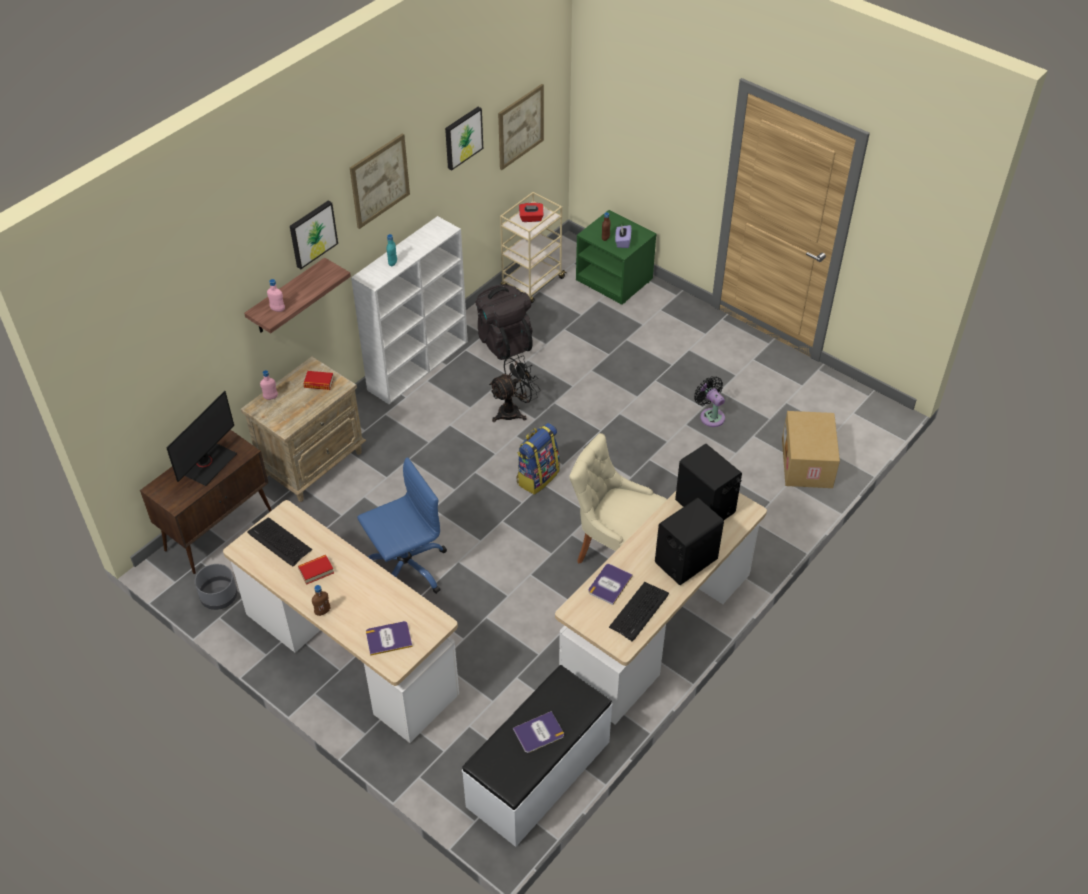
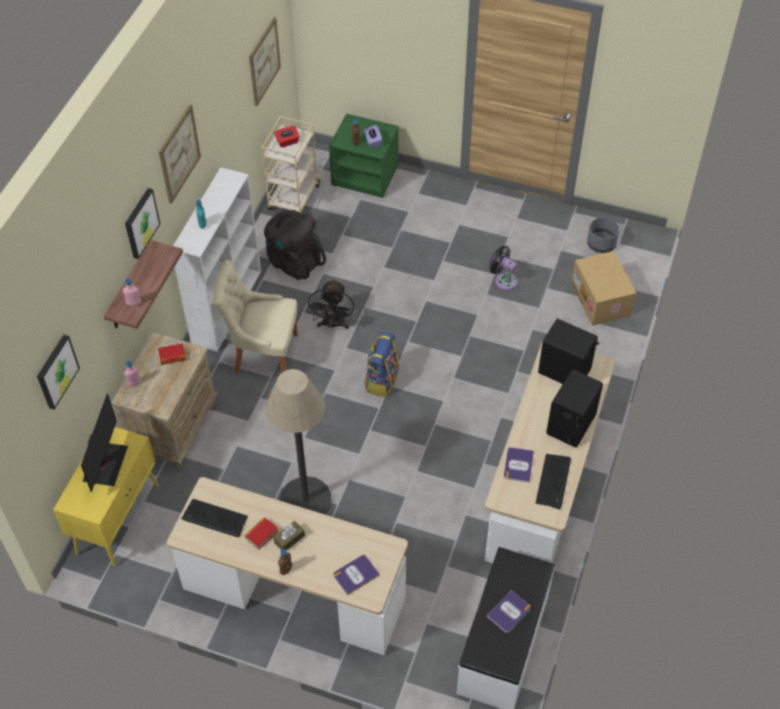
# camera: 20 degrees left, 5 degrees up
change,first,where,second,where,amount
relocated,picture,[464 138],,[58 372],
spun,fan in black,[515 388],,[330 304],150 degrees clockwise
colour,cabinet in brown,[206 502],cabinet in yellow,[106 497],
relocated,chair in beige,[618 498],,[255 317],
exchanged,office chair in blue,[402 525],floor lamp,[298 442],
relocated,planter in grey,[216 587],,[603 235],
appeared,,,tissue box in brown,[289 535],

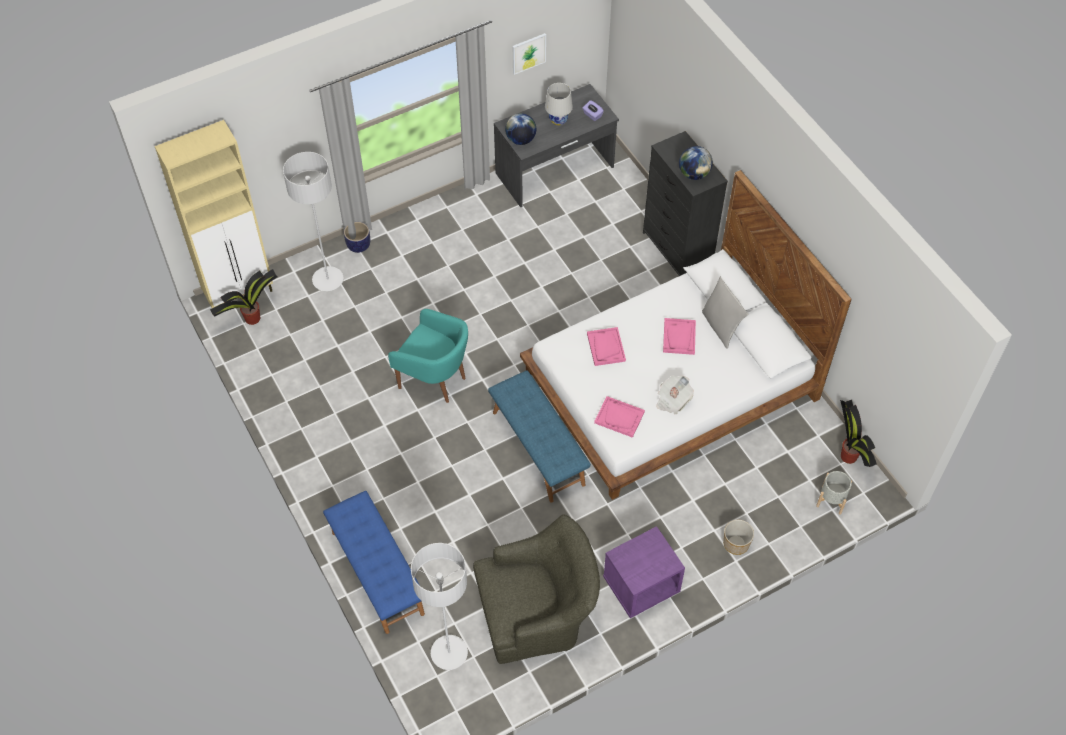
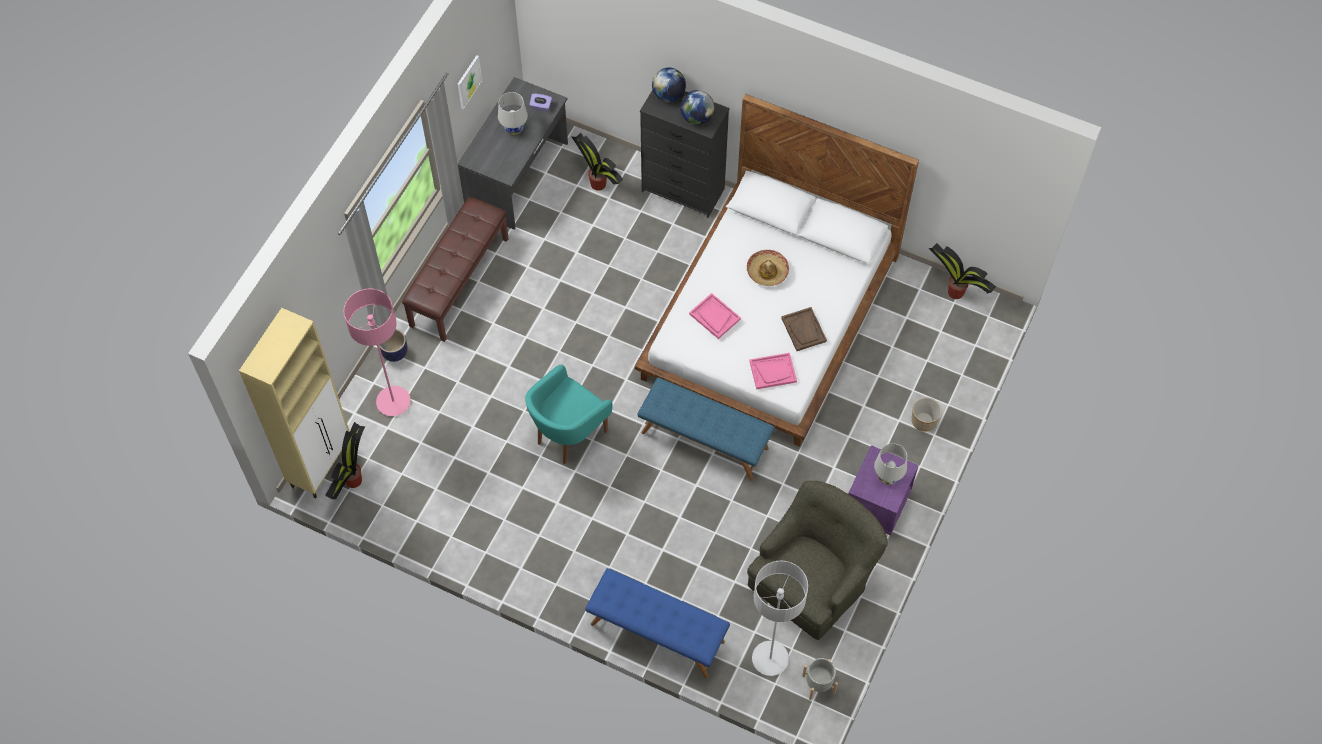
# camera: 35 degrees left, 5 degrees up
change,first,where,second,where,amount
relocated,globe,[520 129],,[669 85],
colour,floor lamp in grey,[313 221],floor lamp in pink,[377 352],
missing,pillow in grey,[725 312],,,
spun,armchair in turquoise,[428 356],,[569 414],135 degrees clockwise
exchanged,tray in pink,[679 336],hat,[768 268],
exchanged,newspaper,[675 394],tray in brown,[804 329],
relocated,planter in grey,[834 493],,[820 679],
appeared,,,potted plant,[597 162],
appeared,,,bench in brown,[455 269],
appeared,,,table lamp in white,[890 464],

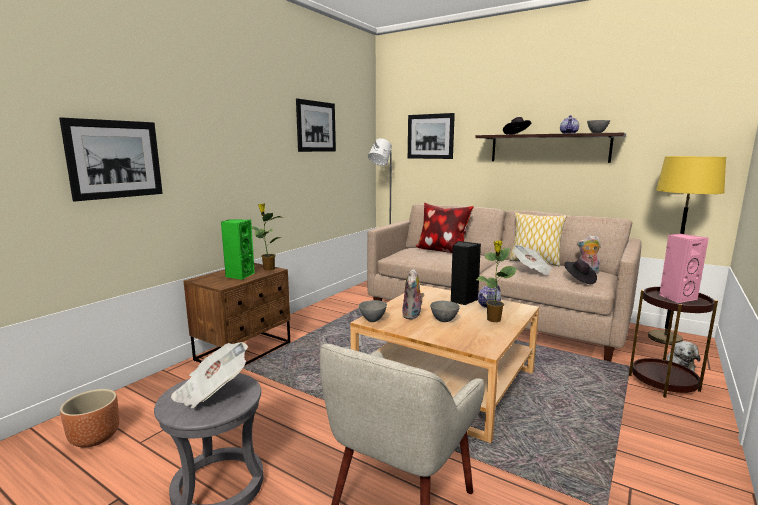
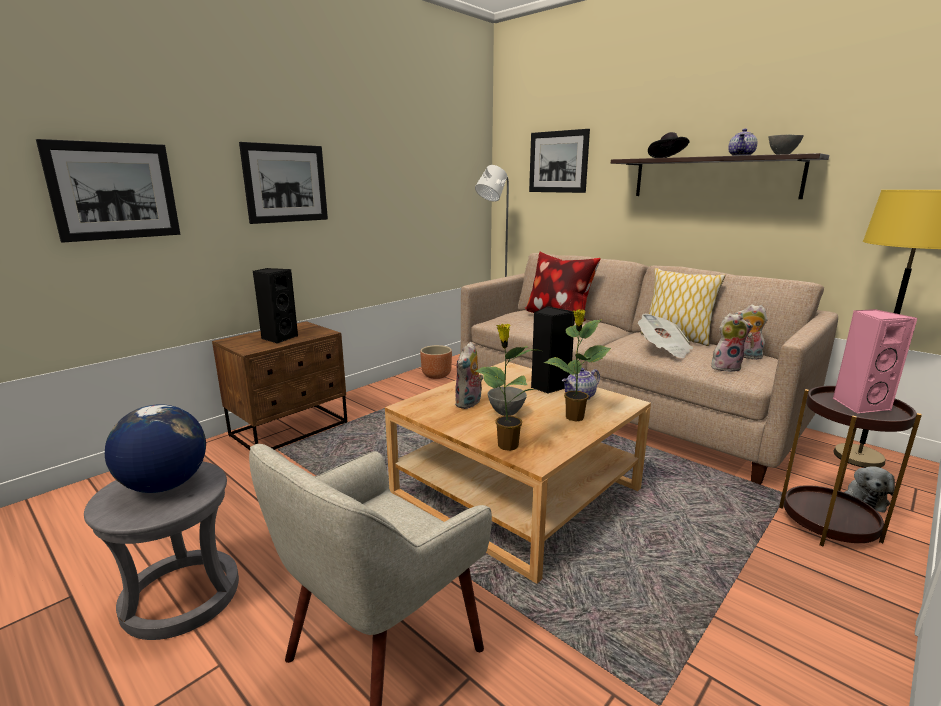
# camera: 10 degrees right, 5 degrees up
change,first,where,second,where,amount
relocated,picture,[316 125],,[283 183],
relocated,potted plant,[267 237],,[508 387],
colour,speaker in green,[238 250],speaker in black,[275 306],
exchanged,hat in black,[581 272],plush toy,[732 342],
missing,bowl in grey,[373 311],,,
exchanged,newspaper,[209 375],globe,[155 448],
relocated,planter in brown,[89 418],,[436 362],

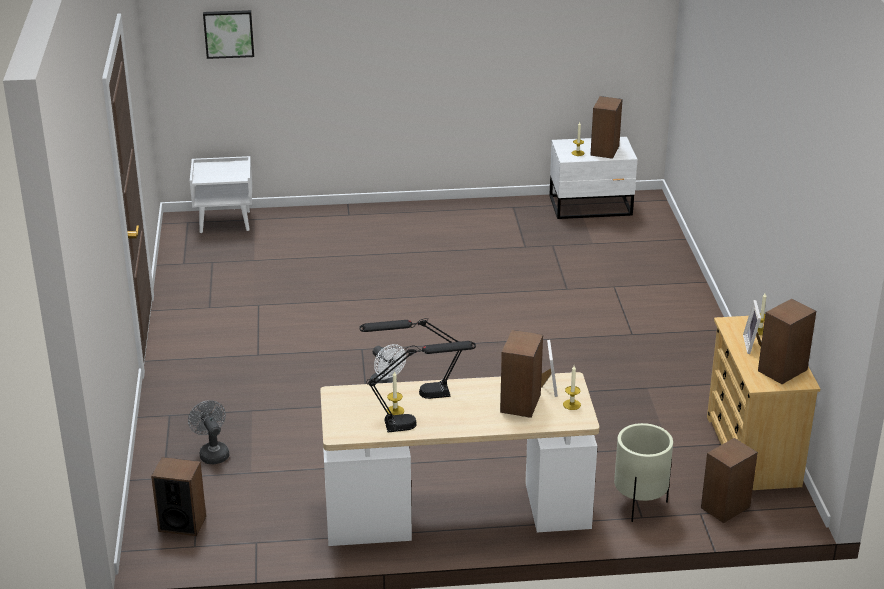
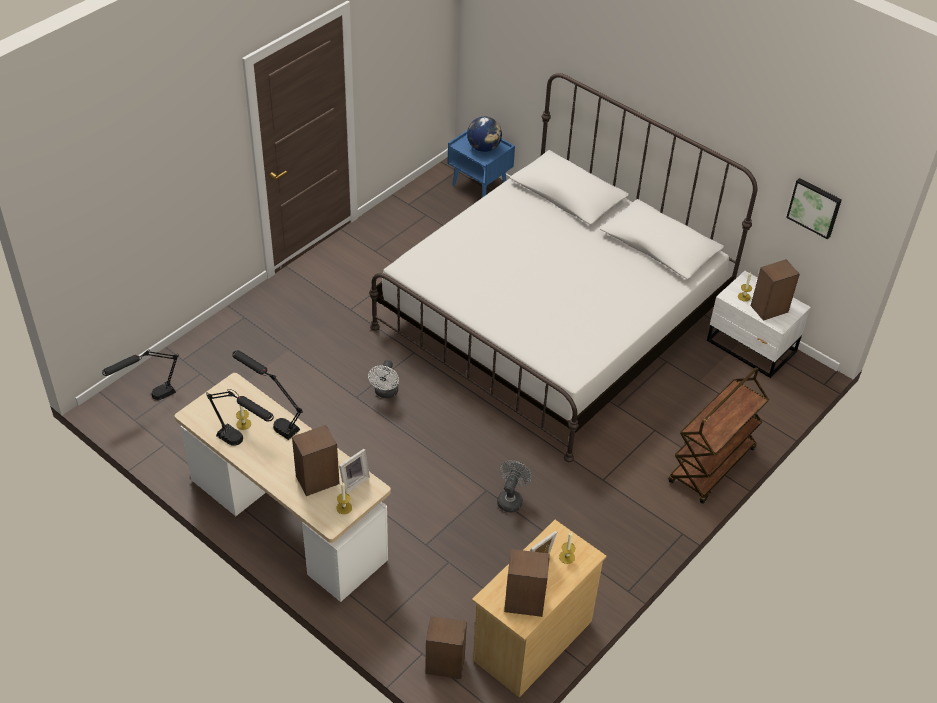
# camera: 45 degrees right, 15 degrees up
change,first,where,second,where,amount
relocated,picture,[228 34],,[814 208],
colour,nightstand in white,[221 194],nightstand in blue,[481 164],
relocated,fan in grey,[208 432],,[514 486],
missing,planter in beige,[643 472],,,
exchanged,speaker,[178 496],table lamp in black,[140 374],
appeared,,,bed in white,[563 267],
appeared,,,globe,[484 134],
appeared,,,cart in brown,[718 435],

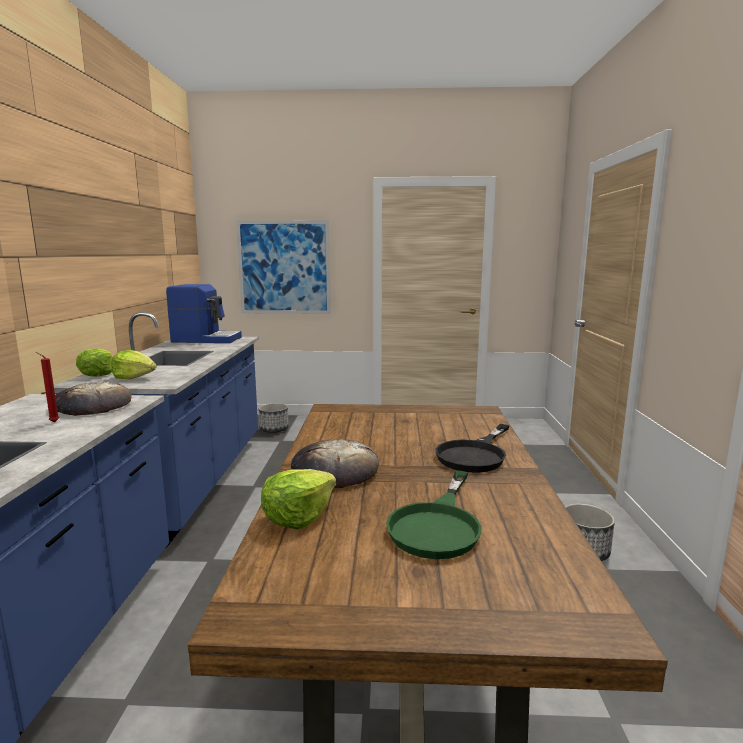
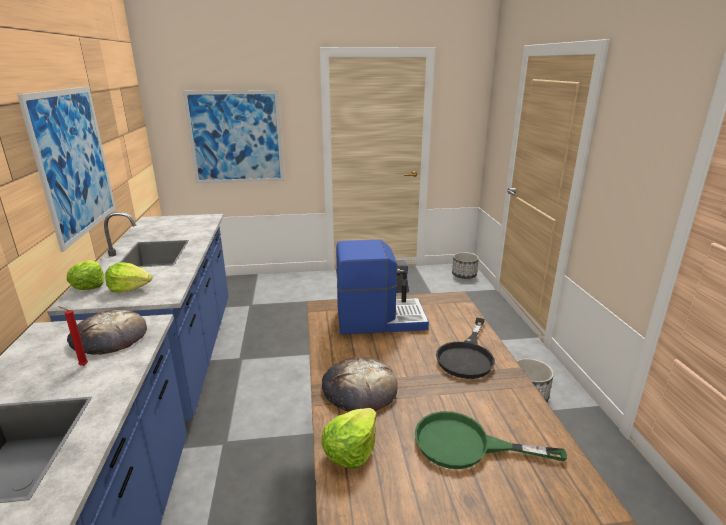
# camera: 10 degrees left, 10 degrees up
change,first,where,second,where,amount
relocated,coffee machine,[204 313],,[382 287],
relocated,planter,[273 418],,[465 265],
spun,frying pan in green,[433 514],,[491 440],90 degrees clockwise
appeared,,,picture,[66 169],

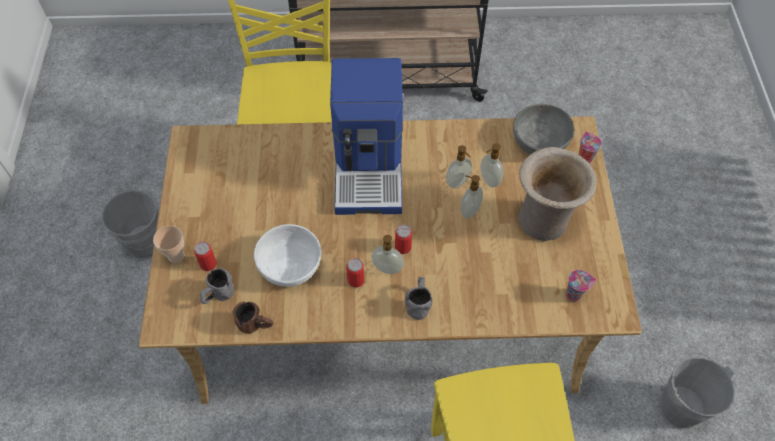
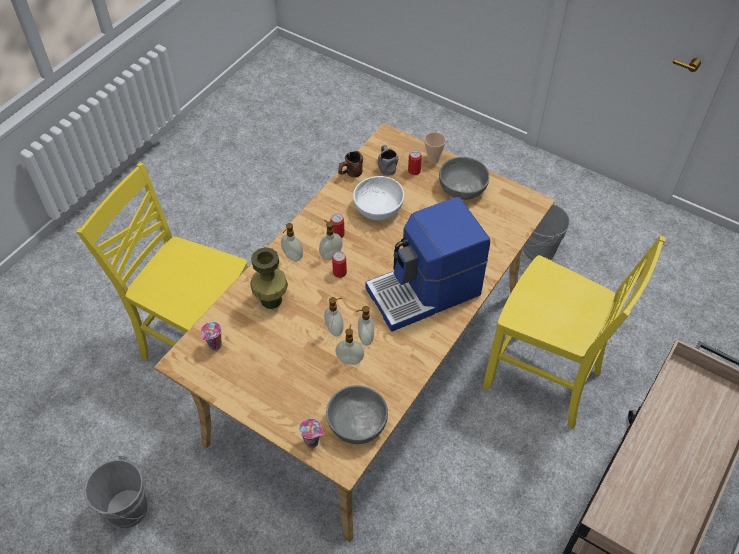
# camera: 125 degrees right, 5 degrees down
change,first,where,second,where,amount
spun,coffee machine,[366 136],,[427 264],60 degrees counterclockwise
missing,vase in beige,[557 194],,,
exchanged,mug in grey,[419 298],soap dispenser,[292 242],
appeared,,,bowl in grey,[464 178],
appeared,,,vase in green,[269 278],

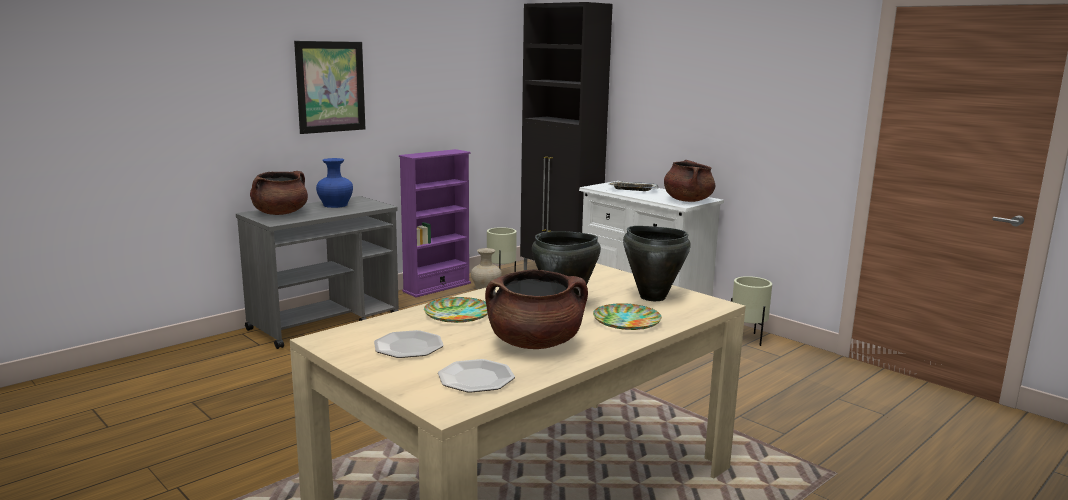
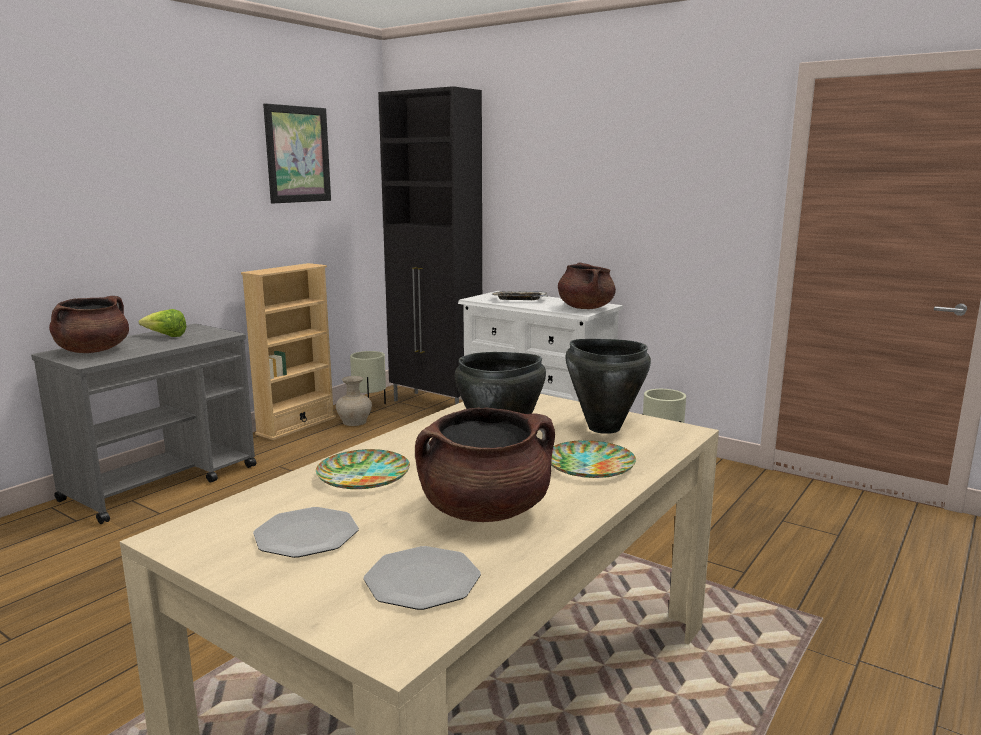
# camera: 10 degrees left, 0 degrees up
change,first,where,second,where,amount
relocated,picture,[329 87],,[297 153],
colour,bookcase in purple,[435 223],bookcase in beige,[288 351],
exchanged,vase in blue,[334 183],lettuce,[163 323],

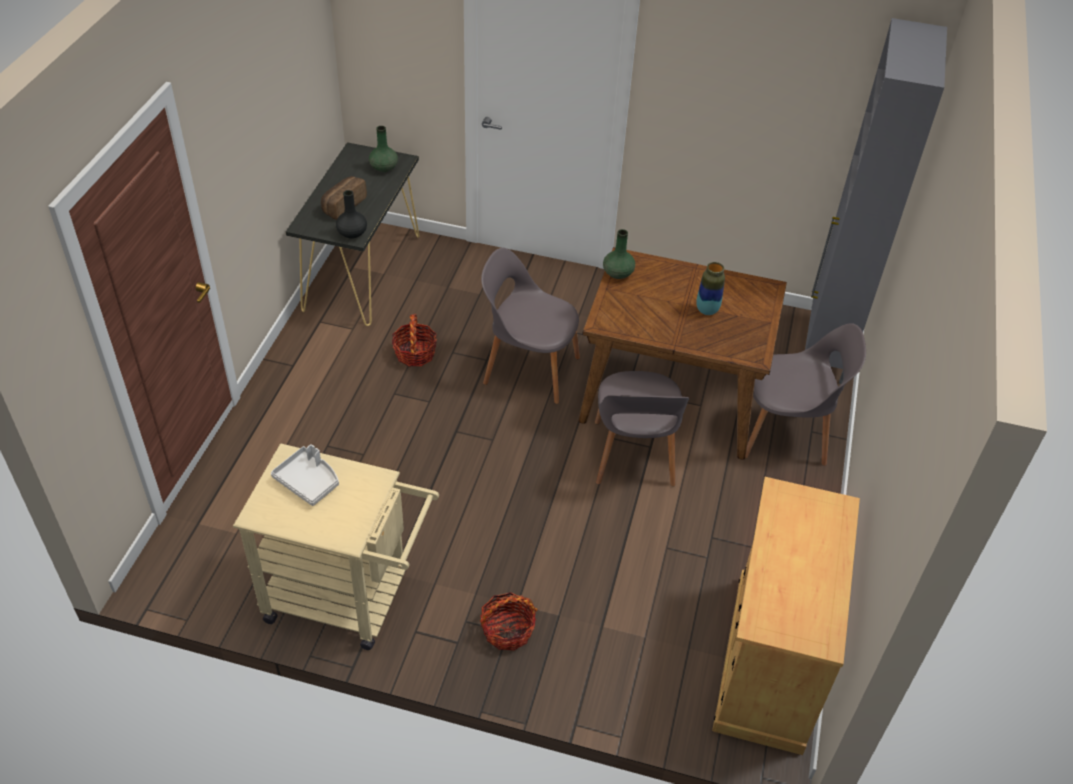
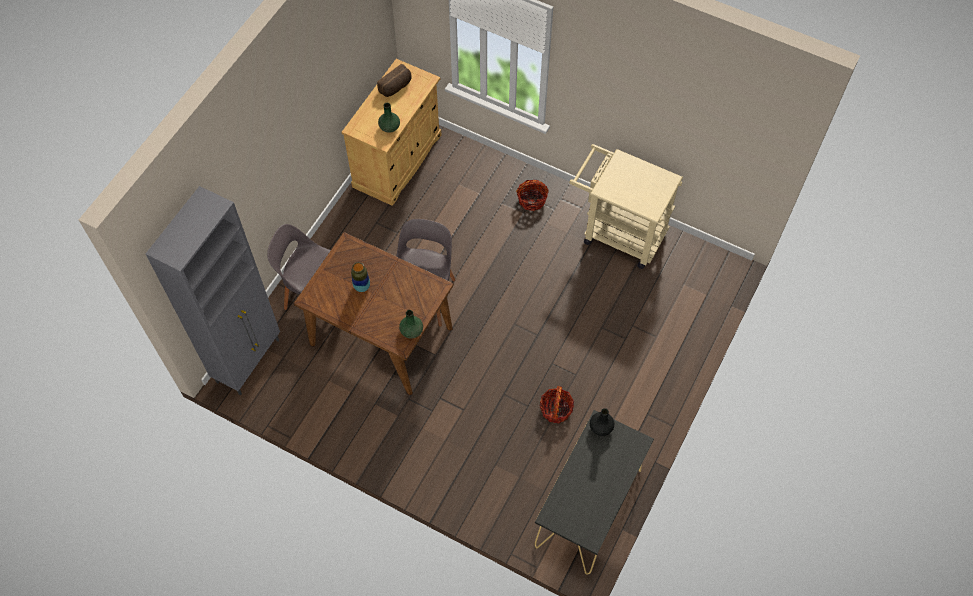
# camera: 165 degrees left, 15 degrees up
change,first,where,second,where,amount
relocated,vase in green,[383 149],,[389 118],
relocated,bread,[344 198],,[394 80],
missing,chair in grey,[530 326],,,
missing,tray in grey,[305 475],,,

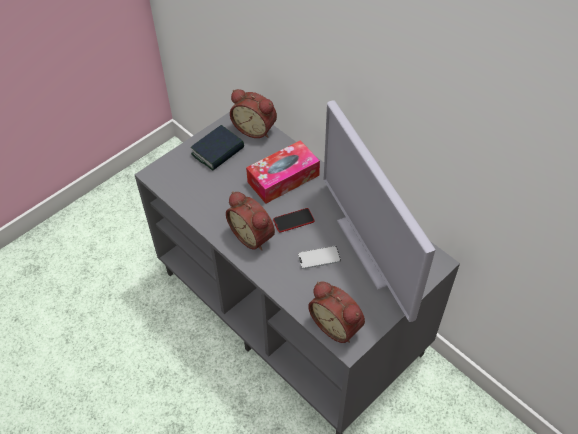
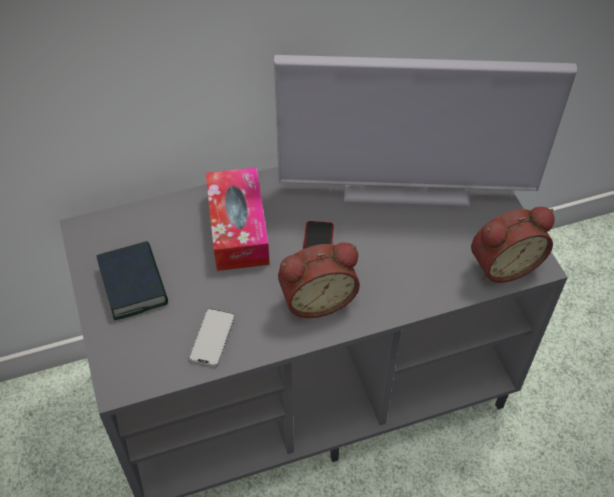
# camera: 65 degrees left, 0 degrees up
change,first,where,second,where,amount
missing,alarm clock,[253 113],,,
relocated,phone,[319 257],,[212 337],

